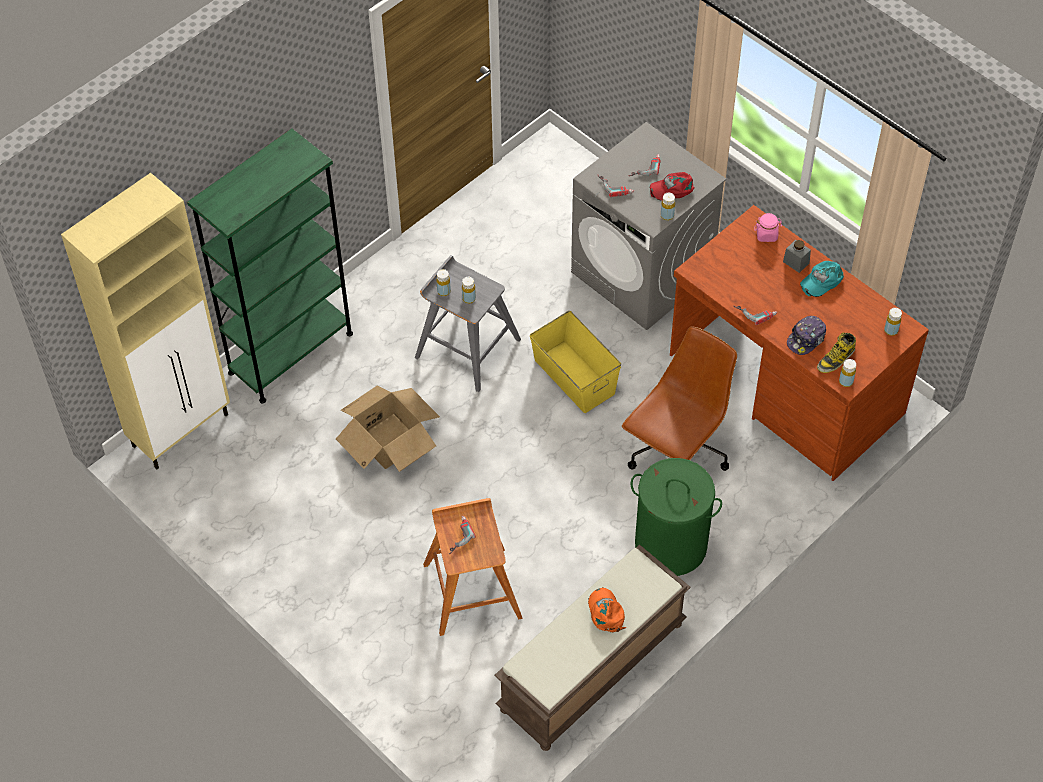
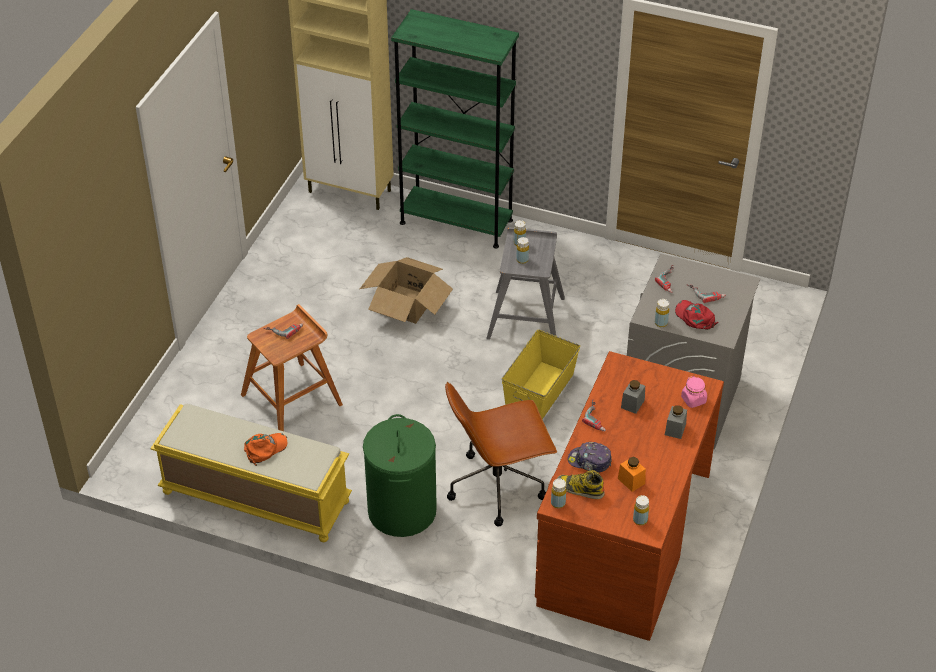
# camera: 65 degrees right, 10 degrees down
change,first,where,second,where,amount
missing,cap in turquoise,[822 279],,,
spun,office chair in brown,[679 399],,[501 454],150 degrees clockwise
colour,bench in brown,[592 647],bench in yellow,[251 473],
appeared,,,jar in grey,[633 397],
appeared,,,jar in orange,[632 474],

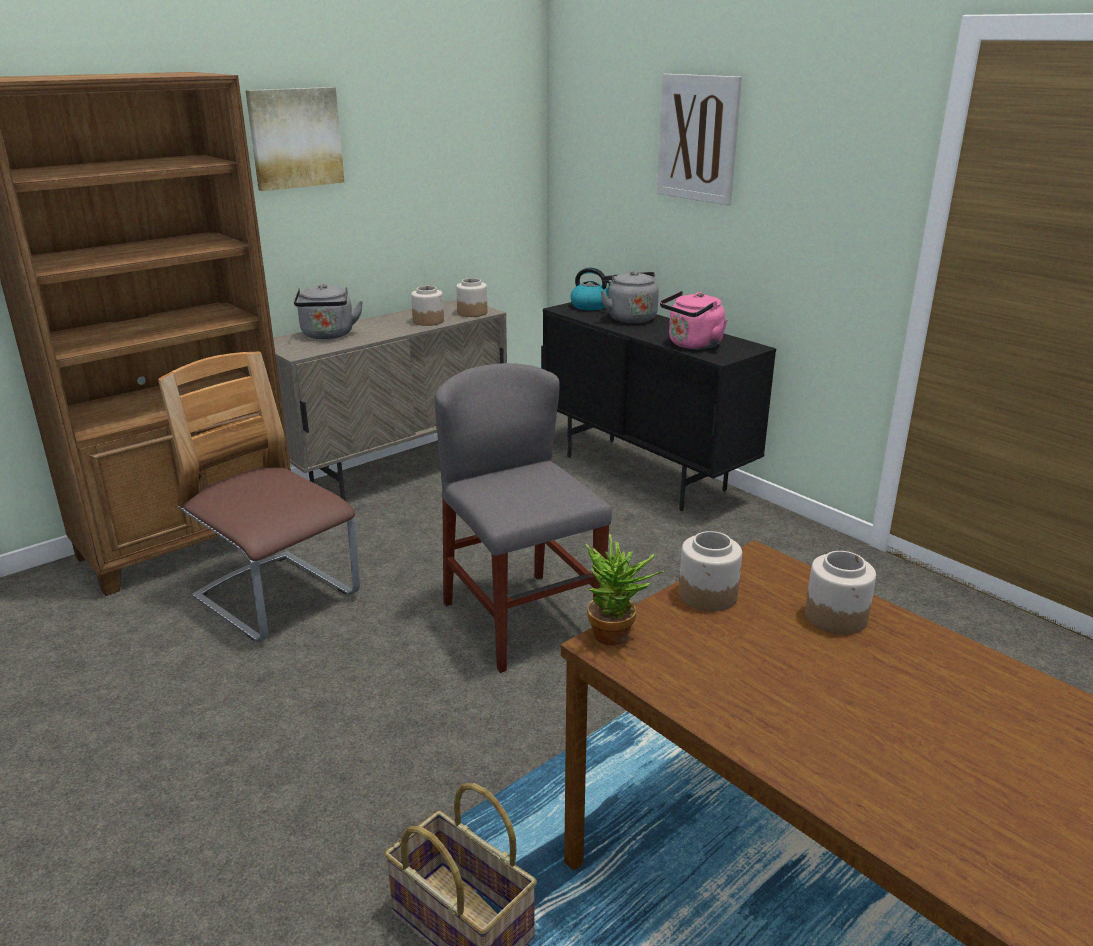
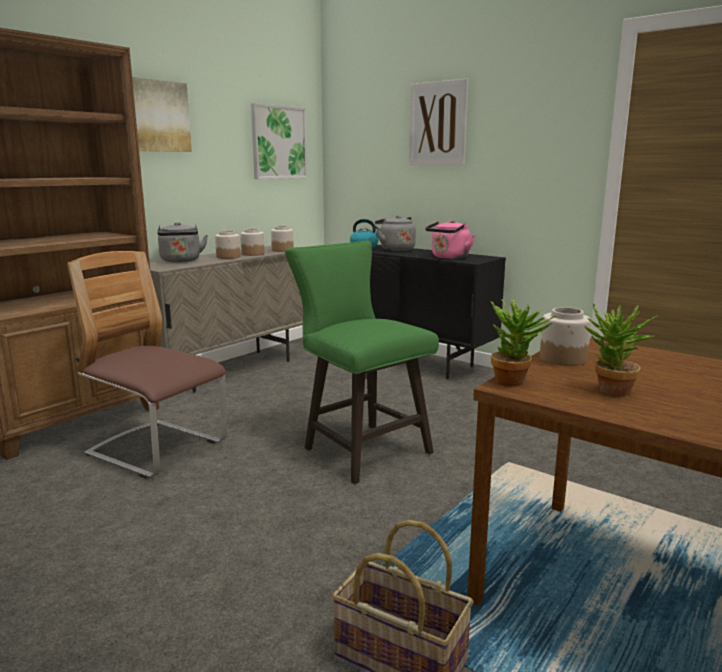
# camera: 10 degrees left, 10 degrees down
change,first,where,second,where,amount
exchanged,chair in grey,[523 518],stool in green,[362 362],
relocated,jar,[840 593],,[227 245],
appeared,,,picture,[279 141],
appeared,,,potted plant,[620 349],

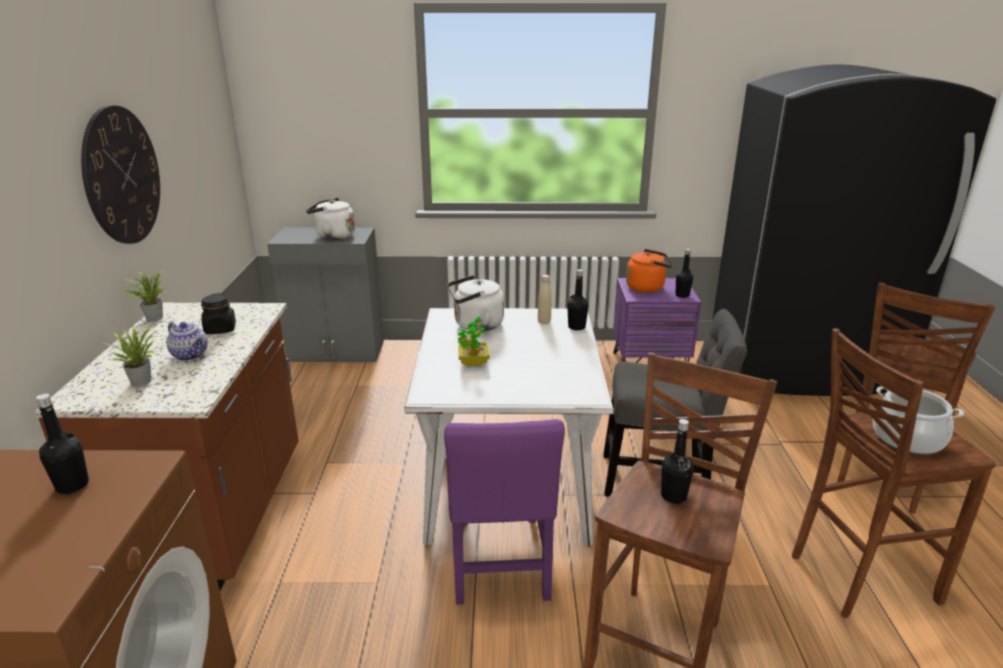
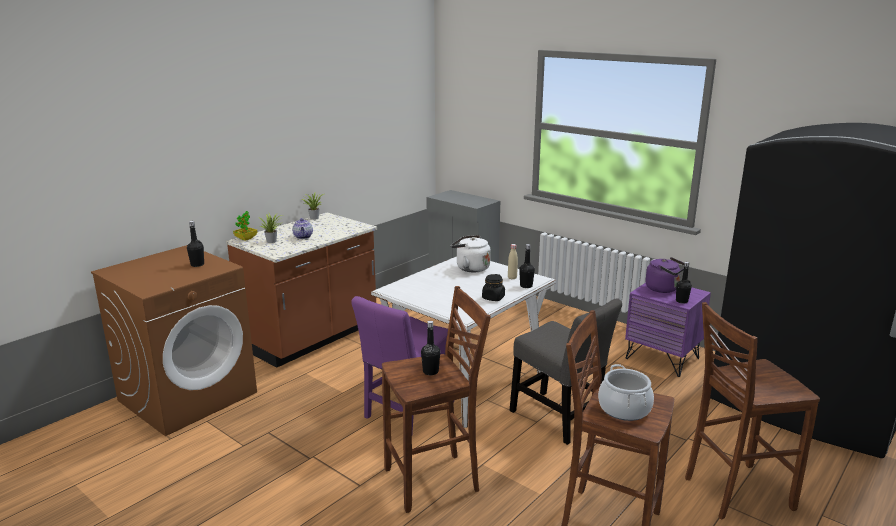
# camera: 40 degrees right, 5 degrees down
change,first,where,second,where,amount
missing,wall clock,[120 174],,,
missing,kettle in white,[330 219],,,
colour,kettle in orange,[649 271],kettle in purple,[665 275],
relocated,jar in black,[218 313],,[493 287],
relocated,potted plant,[473 341],,[245 226],

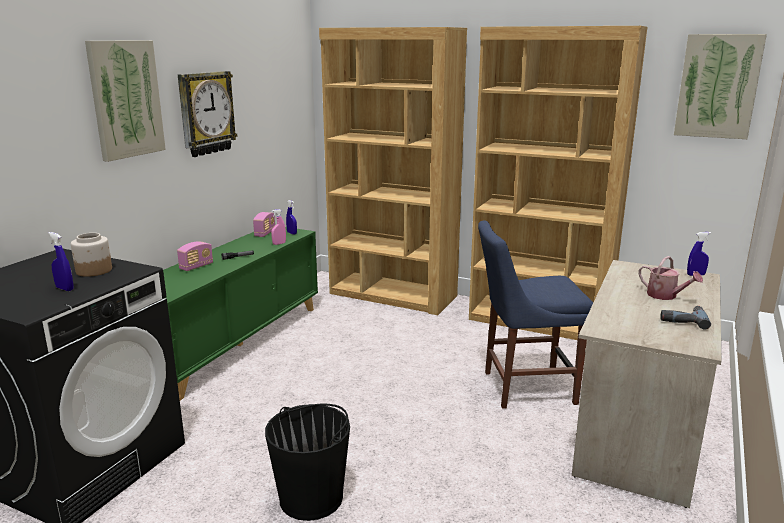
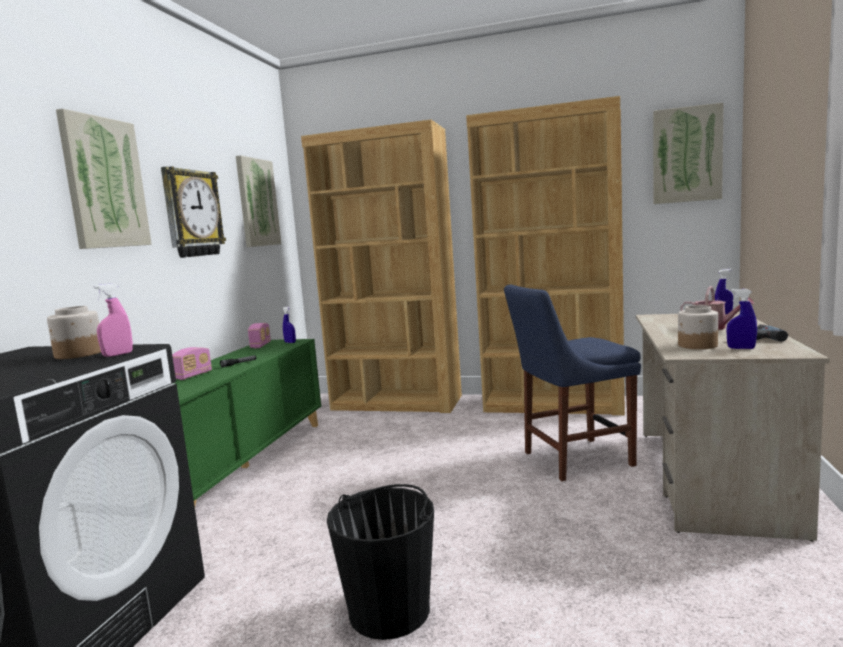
# camera: 10 degrees left, 10 degrees down
change,first,where,second,where,amount
relocated,spray bottle in pink,[278 227],,[113 320],
relocated,spray bottle in blue,[60 261],,[741 319],
appeared,,,picture,[258 201],
appeared,,,jar,[698 327],

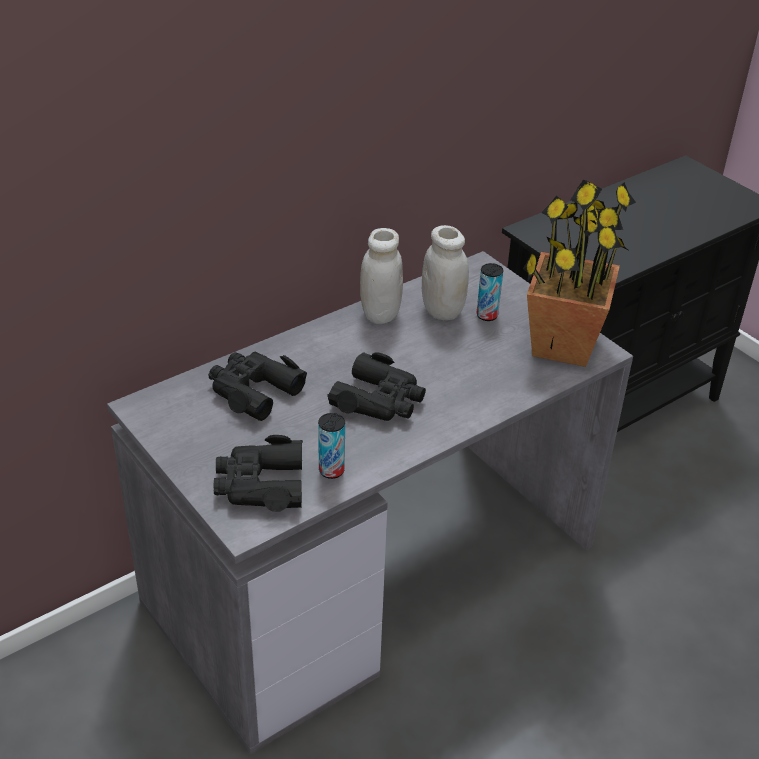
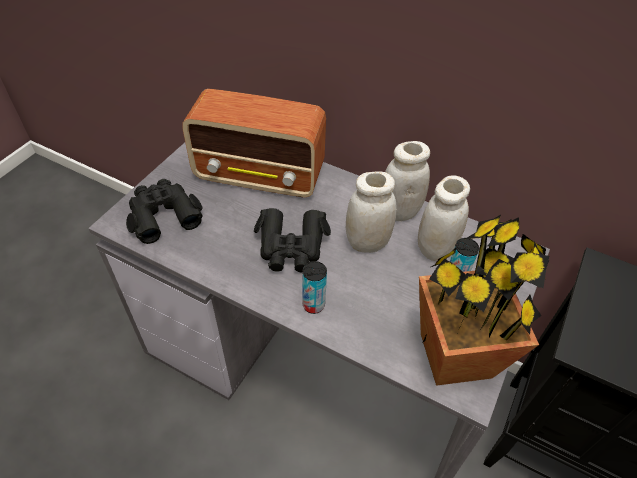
# camera: 65 degrees right, 10 degrees up
change,first,where,second,where,amount
exchanged,binoculars in black,[257 386],radio,[254 143],
relocated,can,[331 446],,[314 287],
appeared,,,jar in white,[371 212],

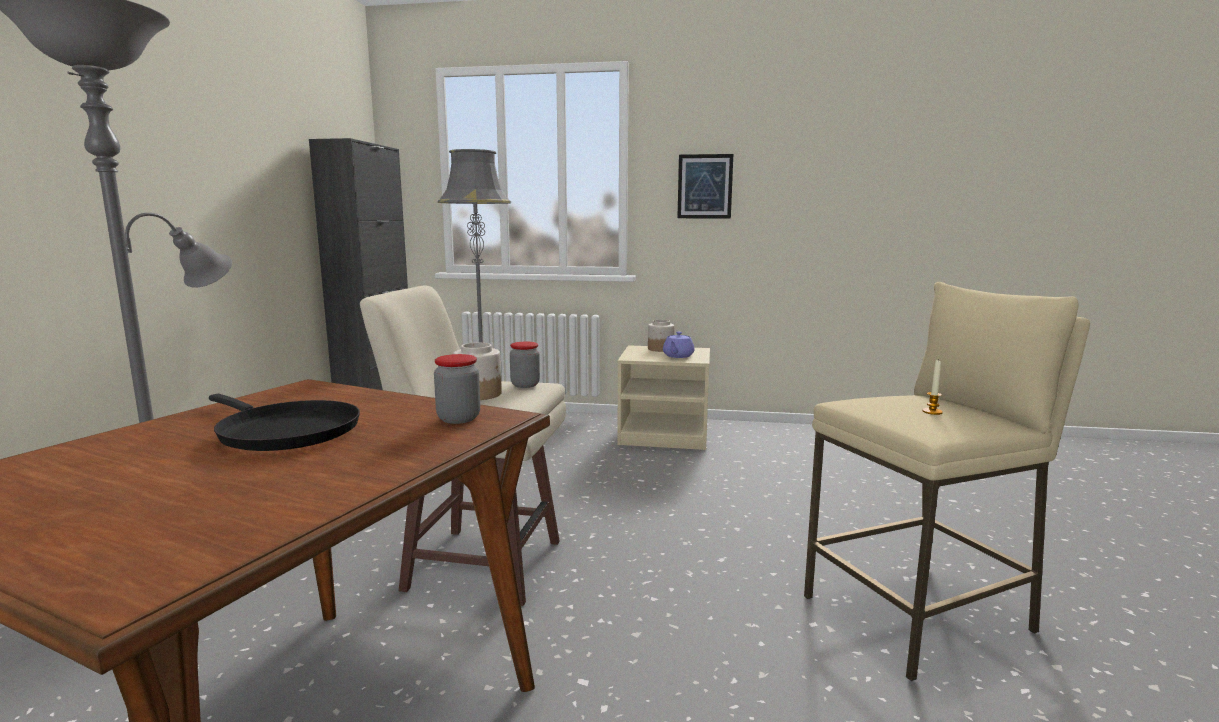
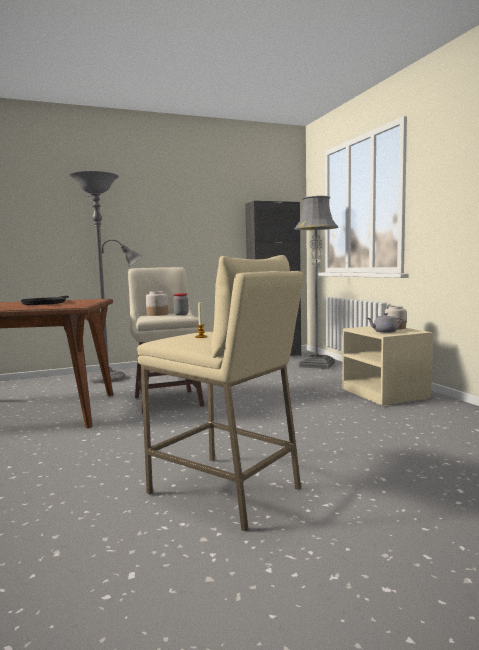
# camera: 60 degrees right, 5 degrees down
change,first,where,second,where,amount
missing,picture,[705 186],,,
colour,teapot in purple,[678 345],teapot in grey,[385 323],
missing,jar,[457 389],,,

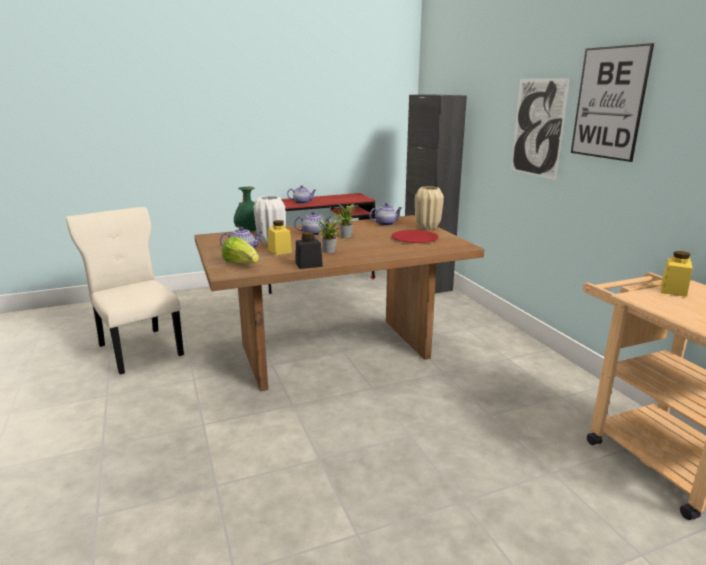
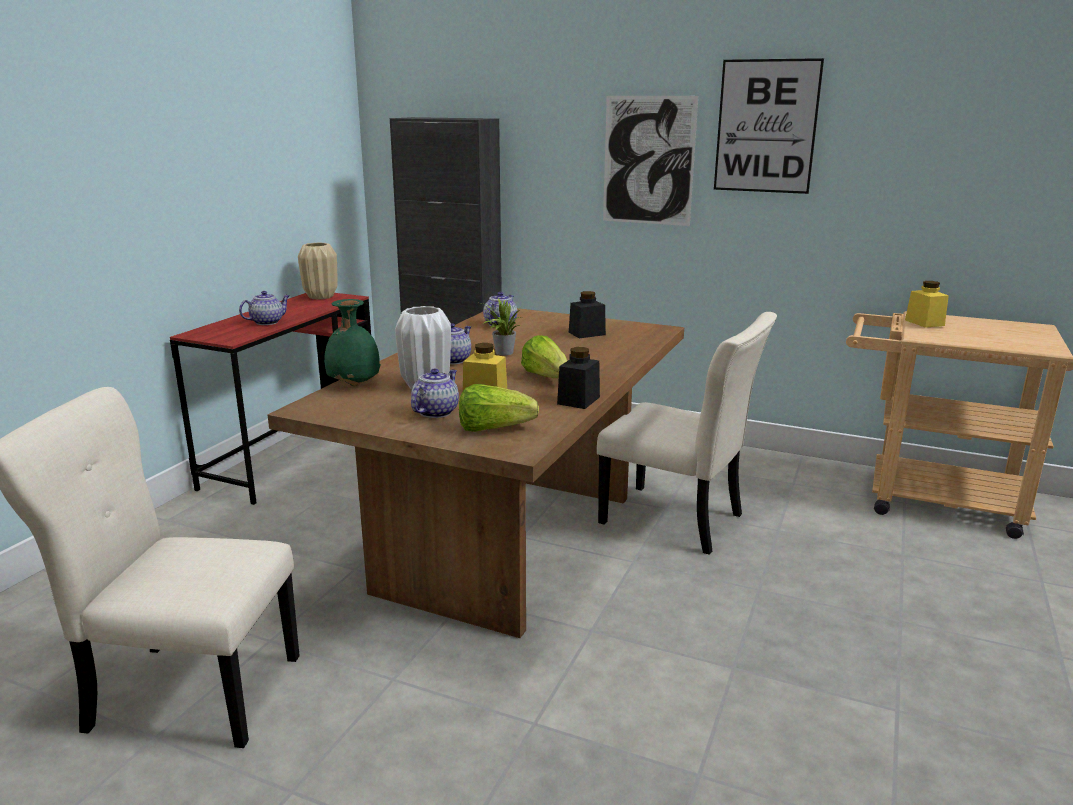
# camera: 45 degrees left, 0 degrees up
change,first,where,second,where,amount
relocated,vase in beige,[429 208],,[317 271],
exchanged,potted plant,[329 234],lettuce,[544 356],
exchanged,plate in red,[415 236],jar in black,[587 314],
appeared,,,chair in beige,[687 433],

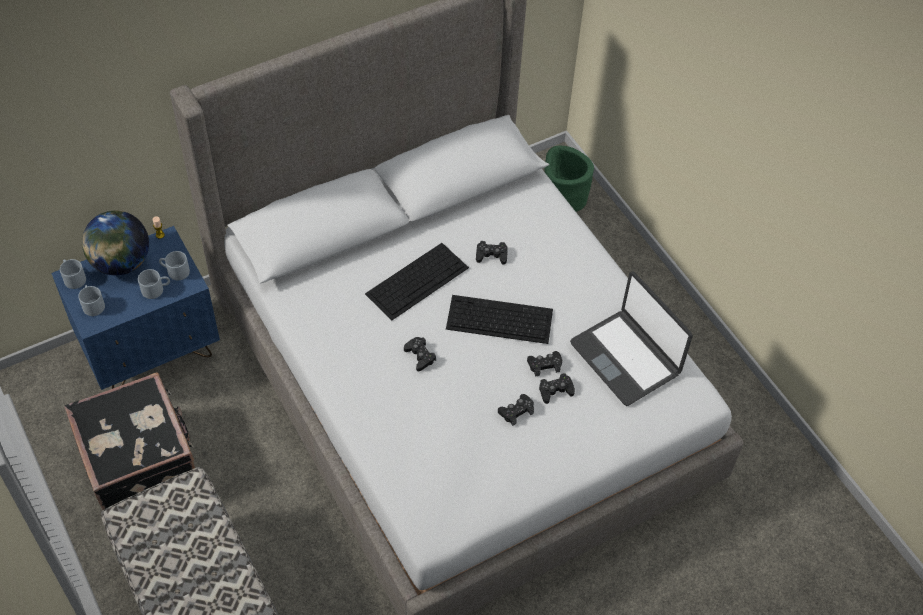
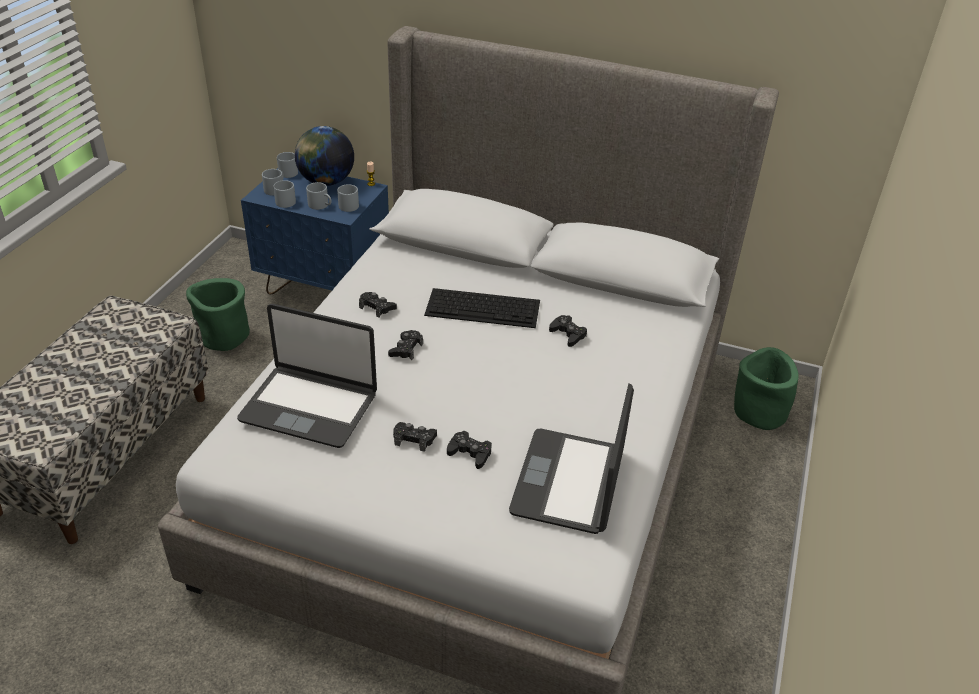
# camera: 50 degrees right, 15 degrees down
change,first,where,second,where,amount
missing,keyboard,[499 319],,,
relocated,game controller in black,[544 363],,[378 305],
exchanged,suitcase in black,[130 442],planter in green,[218 314],
appeared,,,mug in grey,[284 194],
appeared,,,laptop,[307 376],

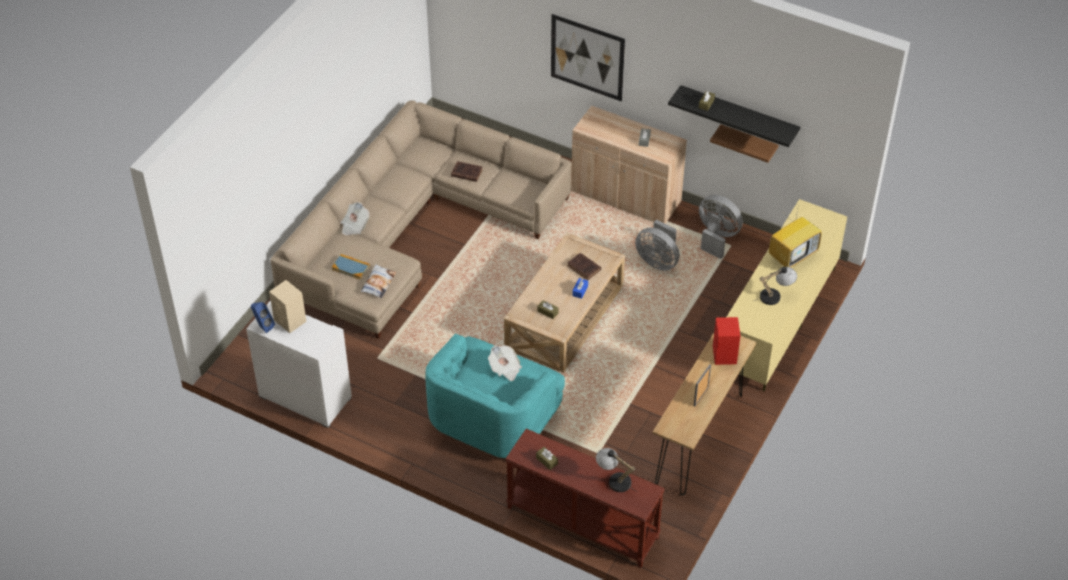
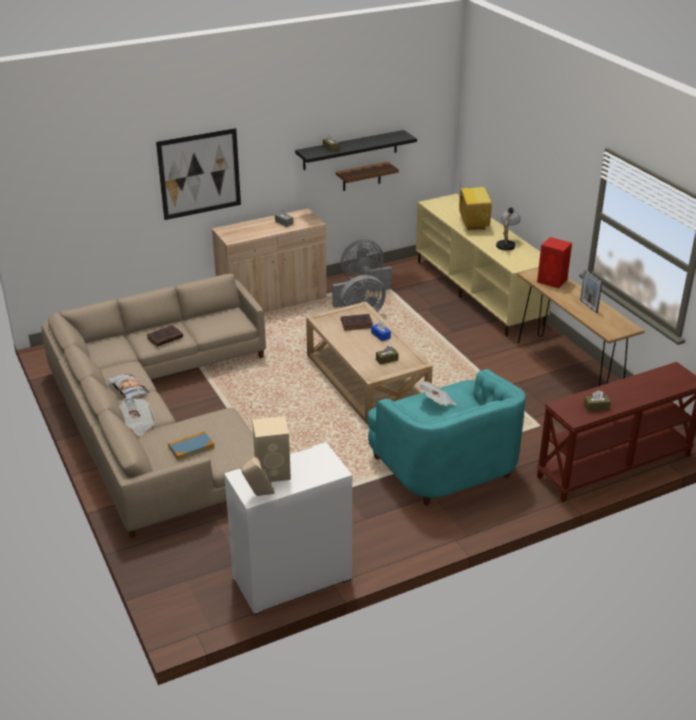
# camera: 55 degrees left, 15 degrees down
change,first,where,second,where,amount
relocated,pillow,[378 281],,[128 385],
colour,speaker in blue,[263 317],speaker in beige,[258 476],
missing,table lamp,[616 470],,,

